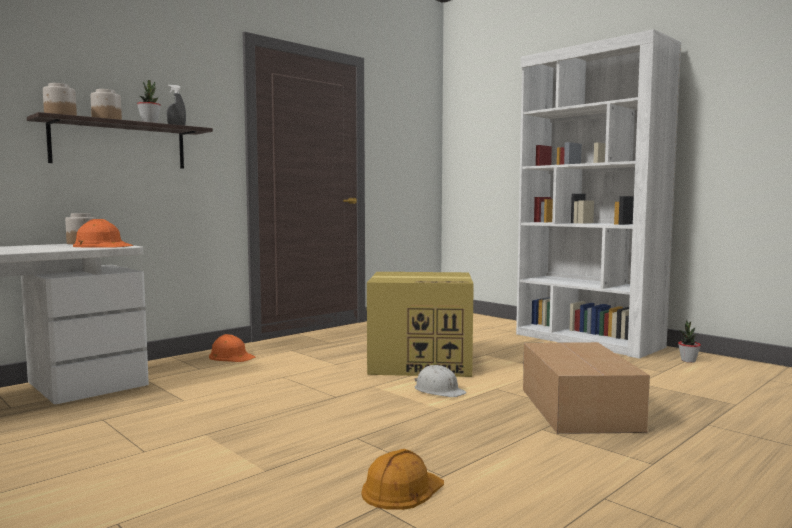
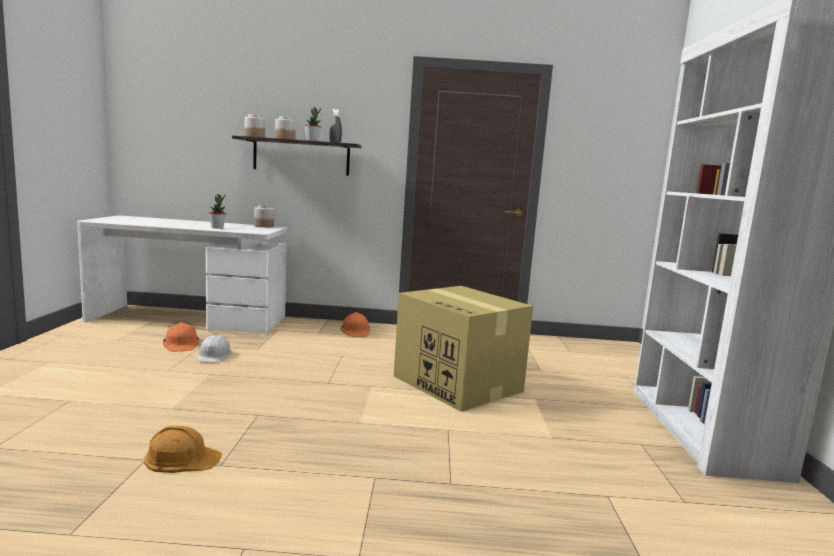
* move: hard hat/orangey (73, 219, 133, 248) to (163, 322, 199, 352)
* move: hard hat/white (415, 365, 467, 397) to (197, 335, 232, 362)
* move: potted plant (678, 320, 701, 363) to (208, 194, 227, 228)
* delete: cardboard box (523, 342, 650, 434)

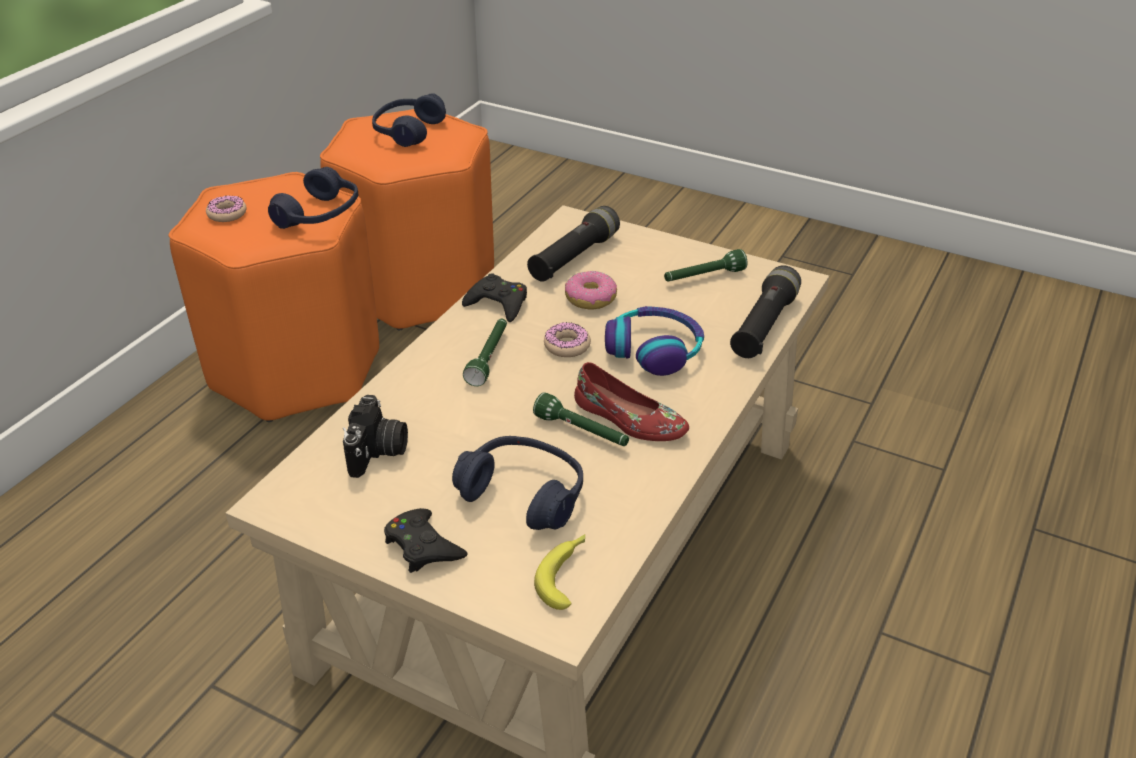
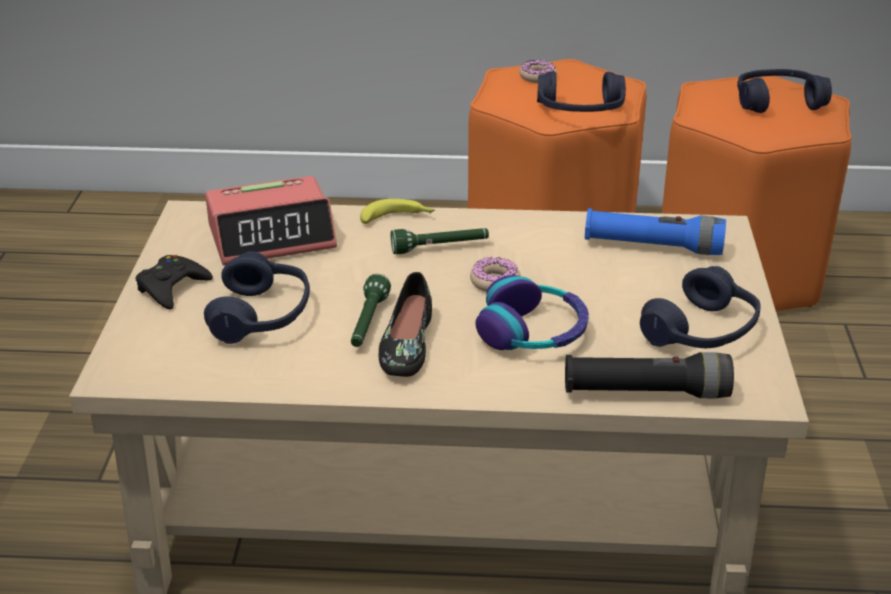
* replace: photo camera (343, 395, 408, 478) to table clock (205, 176, 337, 266)
* move: whole banana (534, 534, 585, 610) to (360, 199, 435, 224)
* recolor: low shoe/reddish (574, 362, 689, 441) to low shoe/blackish (379, 272, 432, 377)
* recolor: torch/blackish (527, 206, 620, 282) to torch/bluish (585, 208, 726, 255)
* replace: torch/green (664, 249, 747, 282) to pair of headphones/bluish (640, 266, 761, 348)
* delete: game controller/blackish (462, 273, 527, 322)
* delete: donut (565, 271, 617, 309)

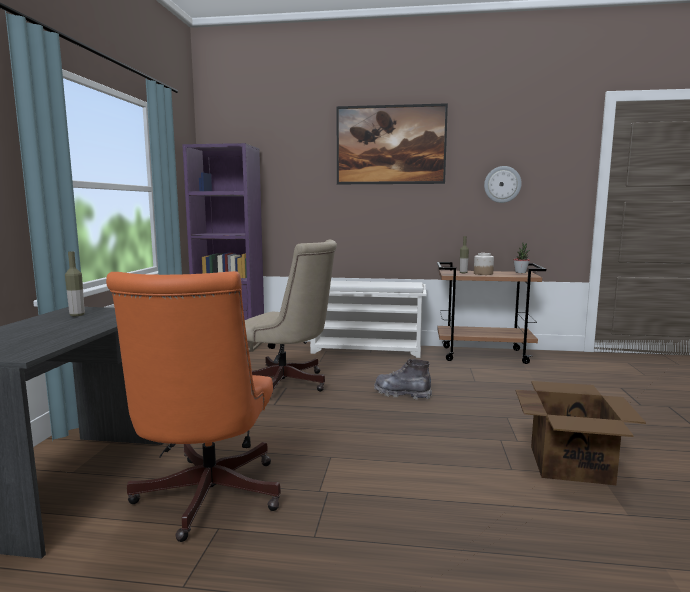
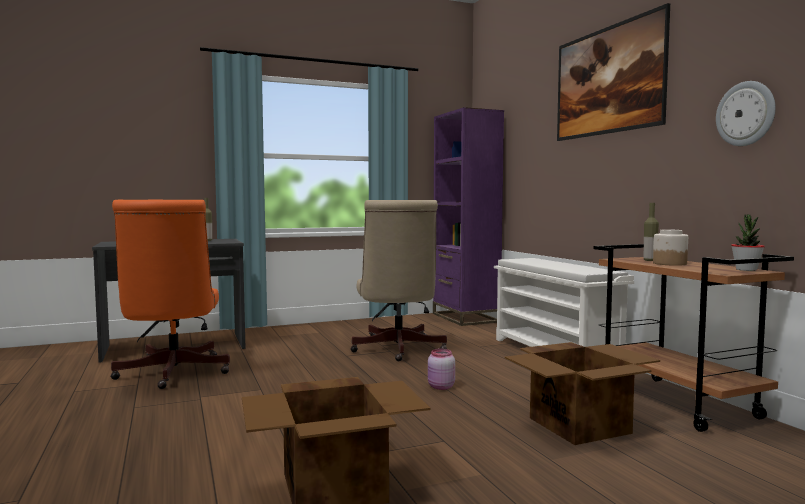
* rotate: office chair/orangey (106, 271, 281, 542) = (110, 200, 230, 389) 75 degrees counterclockwise
* replace: boot/gray (374, 359, 432, 400) to jar/pinkish (428, 348, 455, 390)
* insert: cardboard box (505, 342, 660, 445)

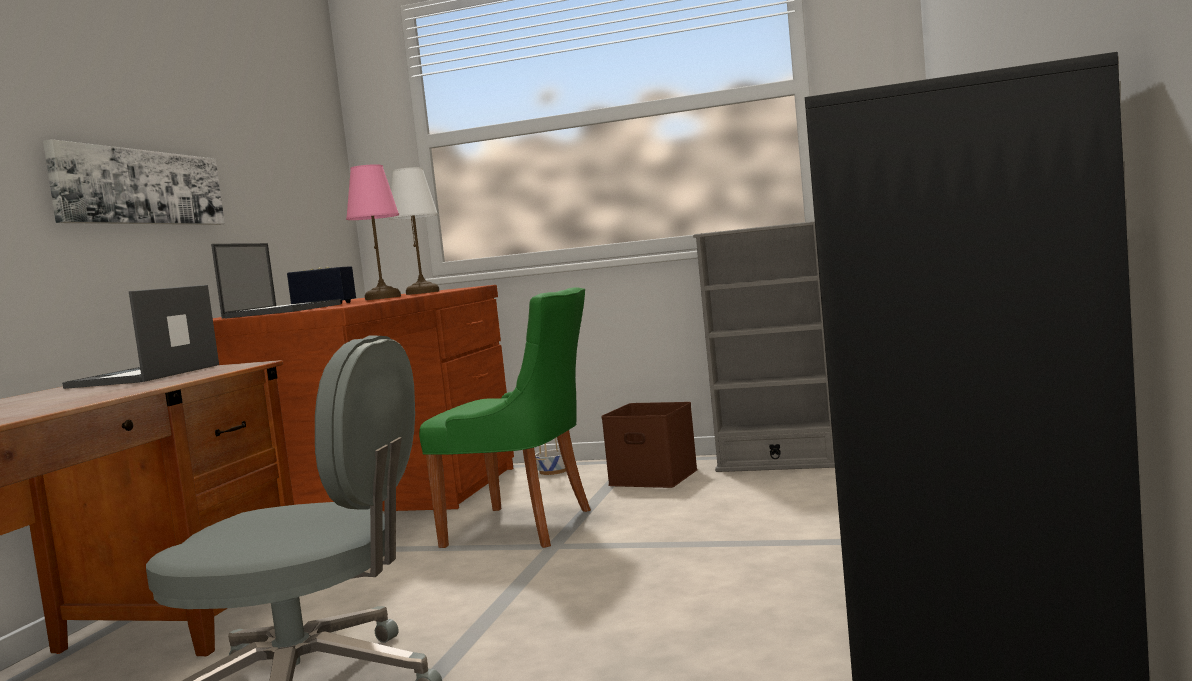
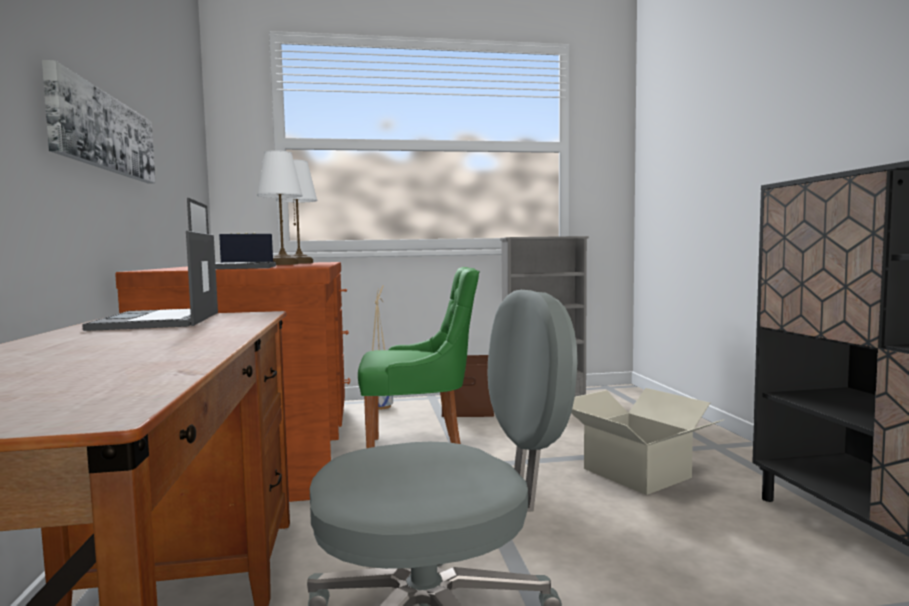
* recolor: lamp for a table/pinkish (346, 164, 401, 300) to lamp for a table/white (257, 150, 303, 265)
* insert: cardboard box (571, 388, 723, 495)

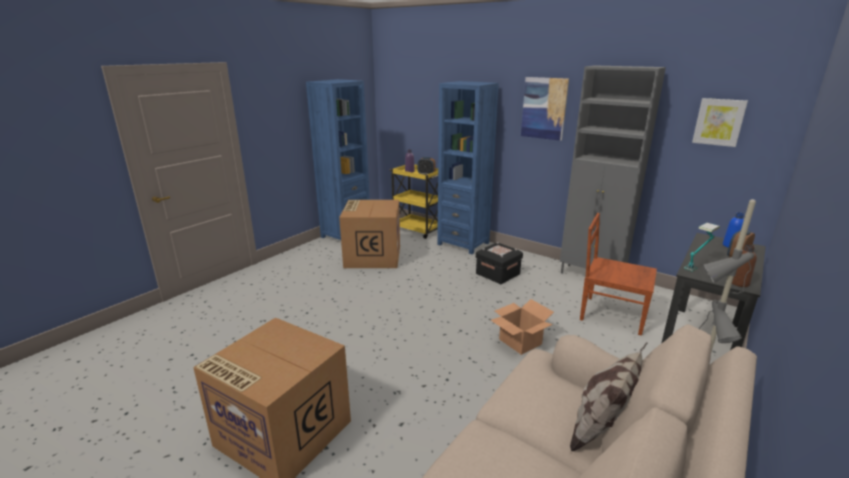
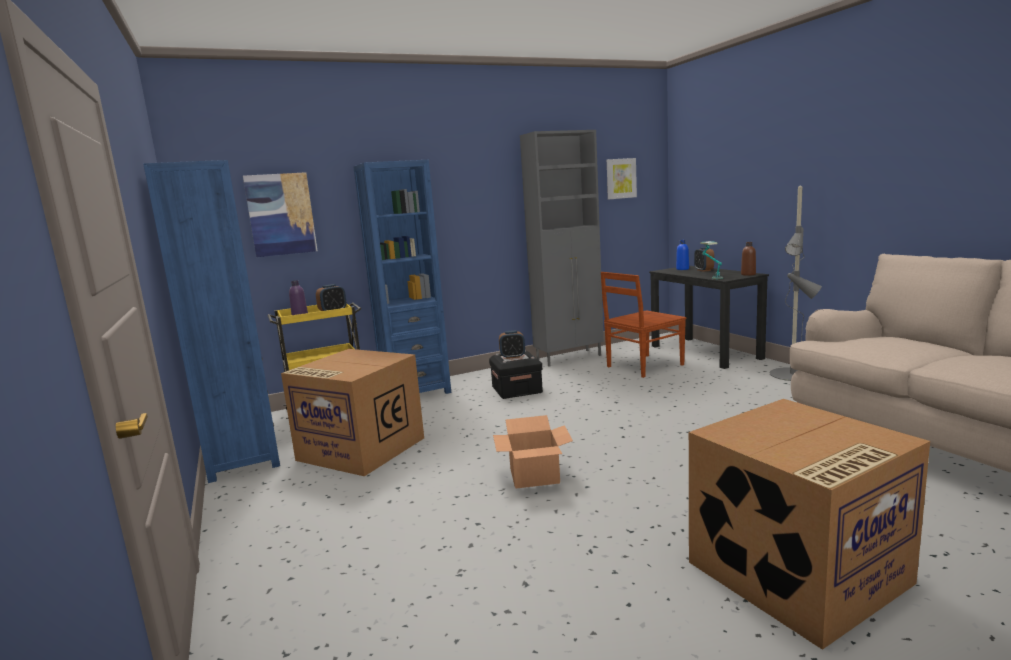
* move: picture (521, 77, 569, 141) to (243, 172, 317, 257)
* move: cardboard box (491, 299, 554, 355) to (493, 415, 573, 489)
* insert: table clock (499, 330, 525, 359)
* delete: throw pillow (570, 342, 648, 451)

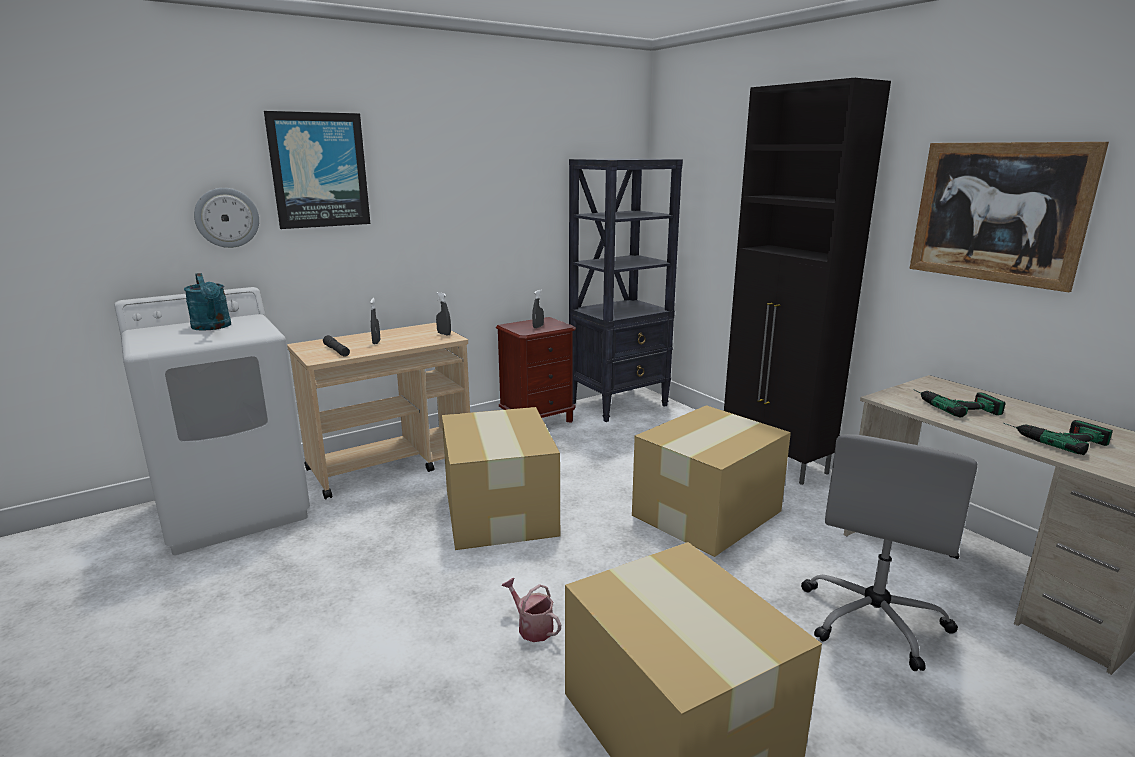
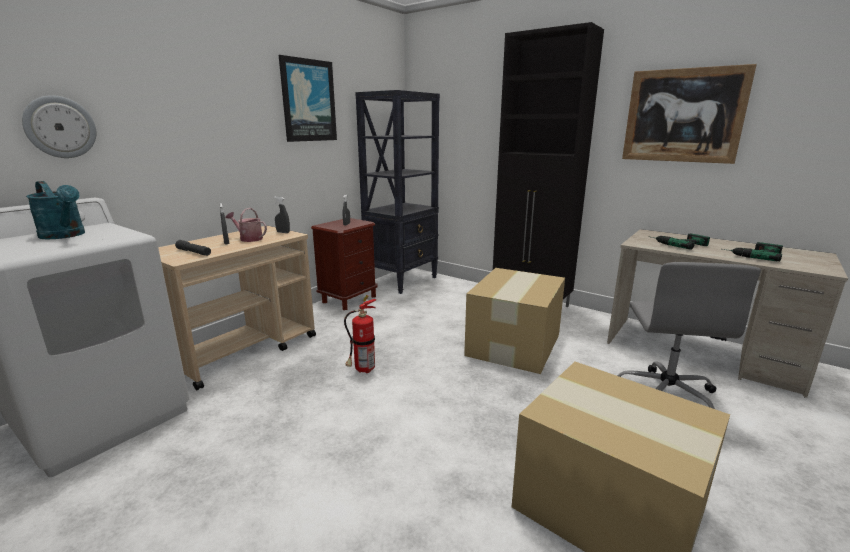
* move: sprinkling can (501, 578, 561, 642) to (226, 208, 267, 242)
* move: picture (264, 111, 370, 229) to (279, 55, 337, 142)
* replace: cardboard box (442, 407, 560, 550) to extinguisher (344, 295, 376, 373)

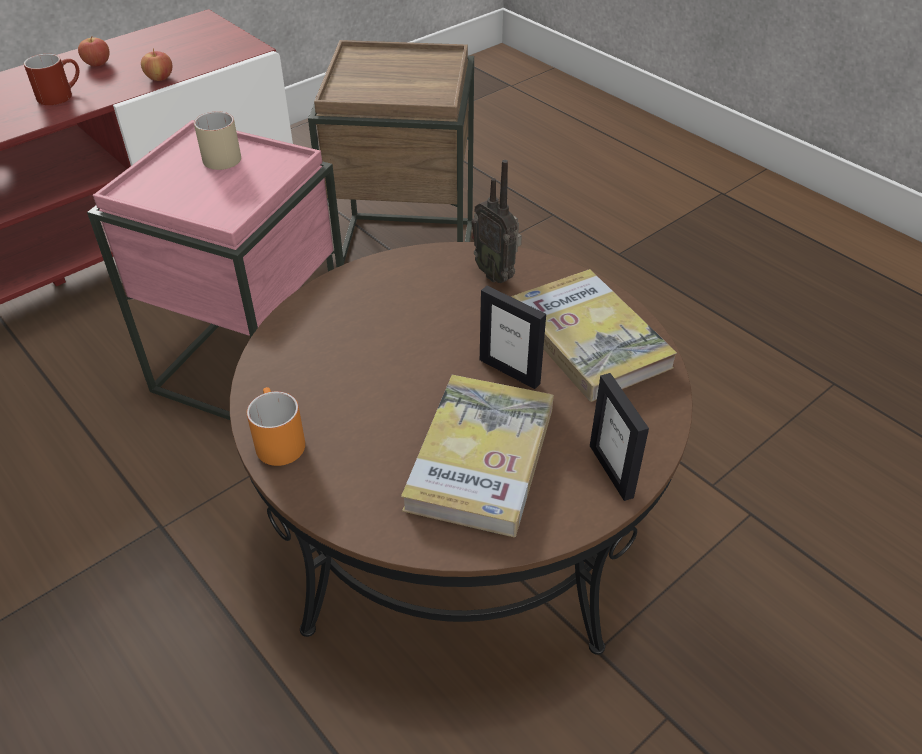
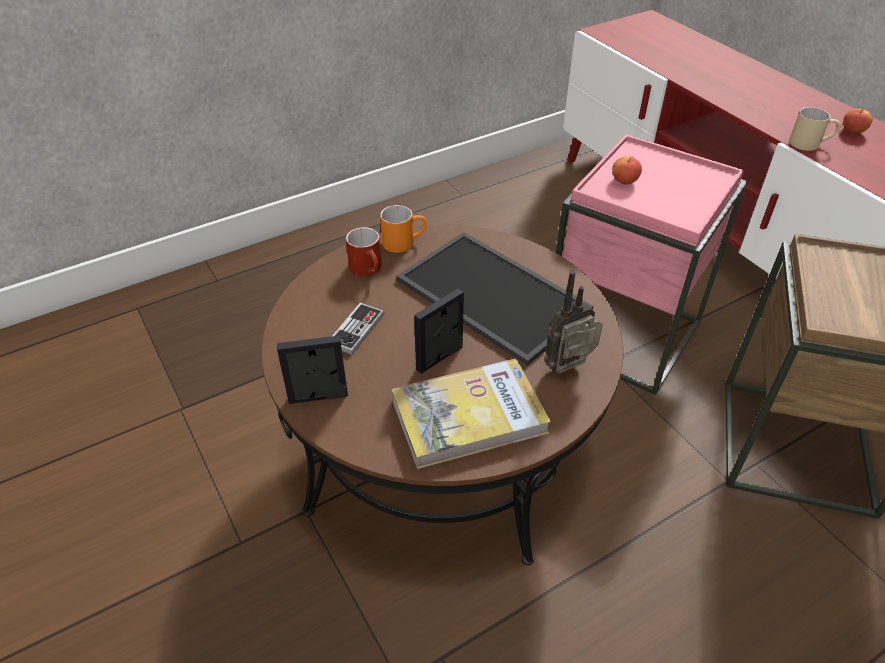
* replace: book (401, 375, 554, 537) to game controller (332, 303, 384, 355)
* move: coffee mug/reddish (24, 54, 79, 105) to (346, 227, 381, 277)
* insert: serving tray (397, 232, 594, 366)
* move: apple (141, 49, 172, 81) to (612, 156, 642, 184)
* move: coffee mug/beige (194, 111, 241, 170) to (789, 107, 841, 151)

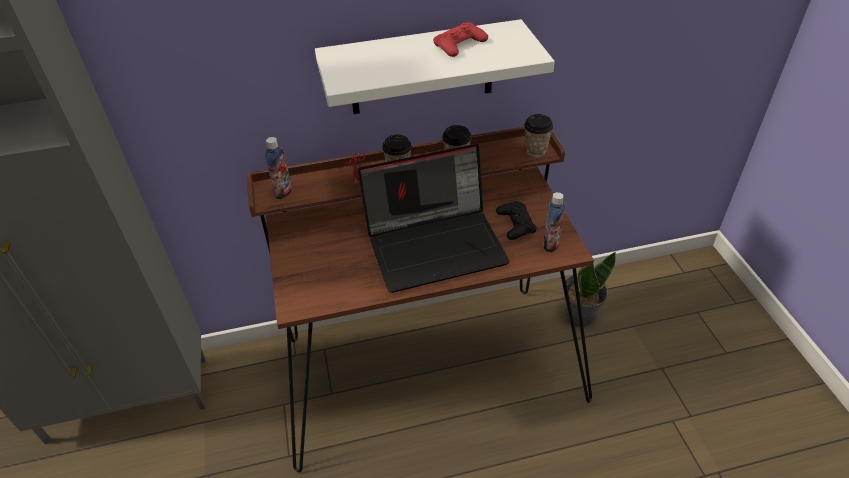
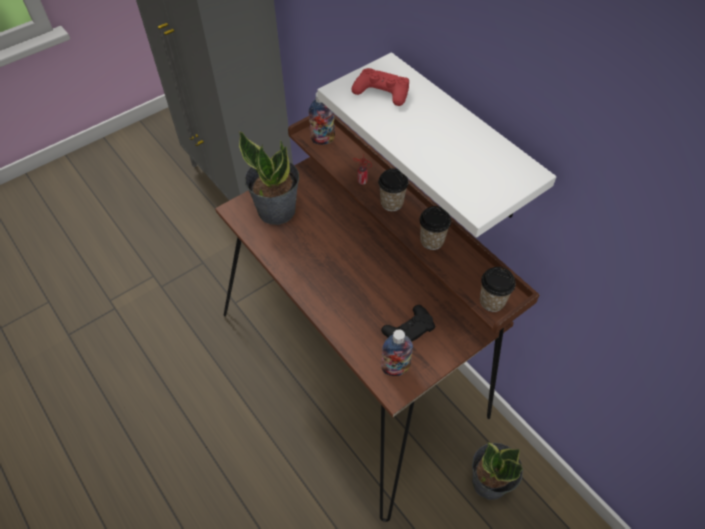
* insert: potted plant (239, 131, 299, 225)
* move: game controller/reddish (433, 22, 488, 57) to (352, 68, 409, 106)
* delete: laptop (358, 144, 510, 293)

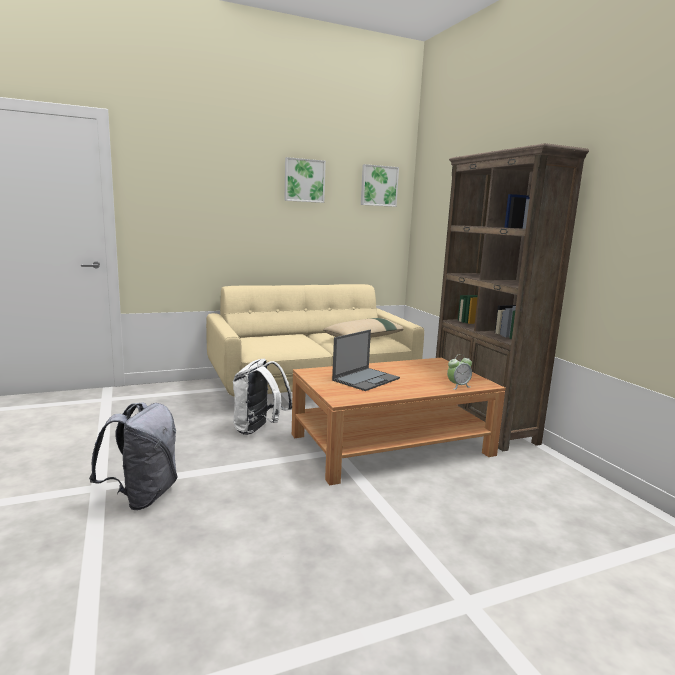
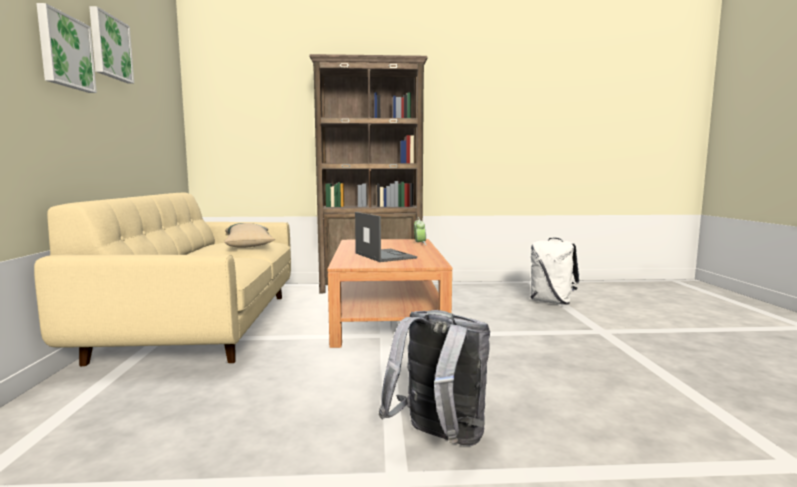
* move: picture (361, 164, 399, 207) to (36, 3, 97, 93)
* move: knapsack/white (233, 359, 292, 435) to (530, 237, 580, 305)

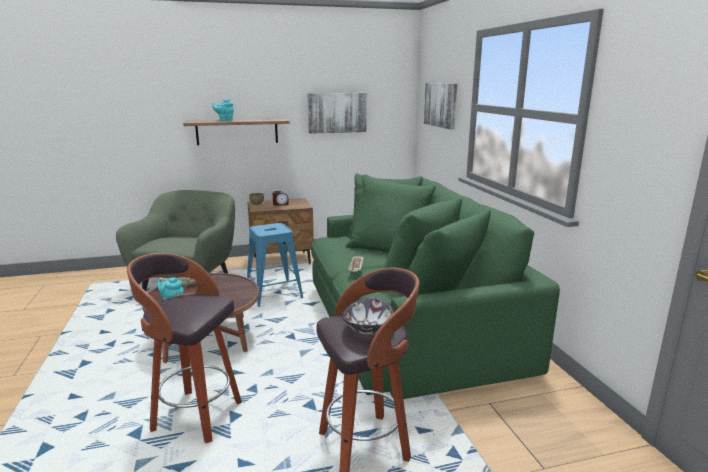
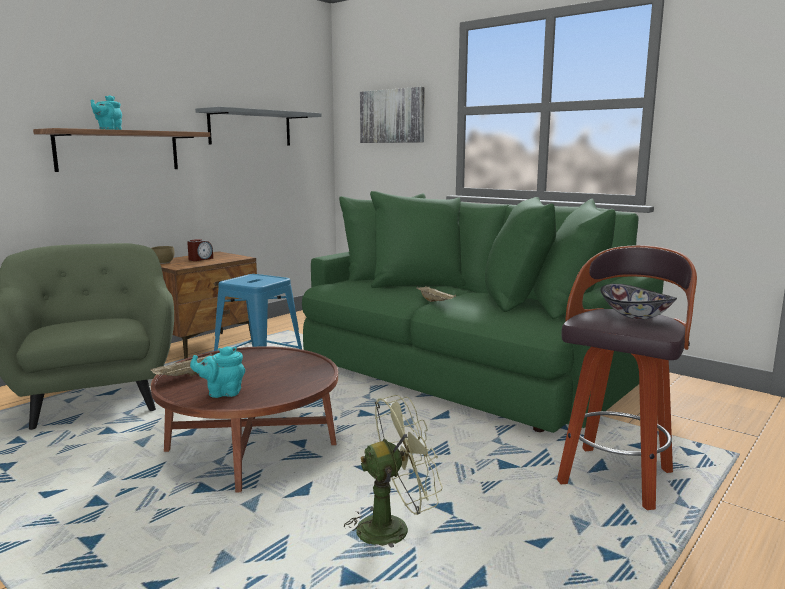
* replace: picture (308, 93, 367, 134) to bracket shelf/gray (195, 107, 322, 145)
* replace: stool (127, 253, 242, 443) to fan/green (344, 395, 443, 548)

